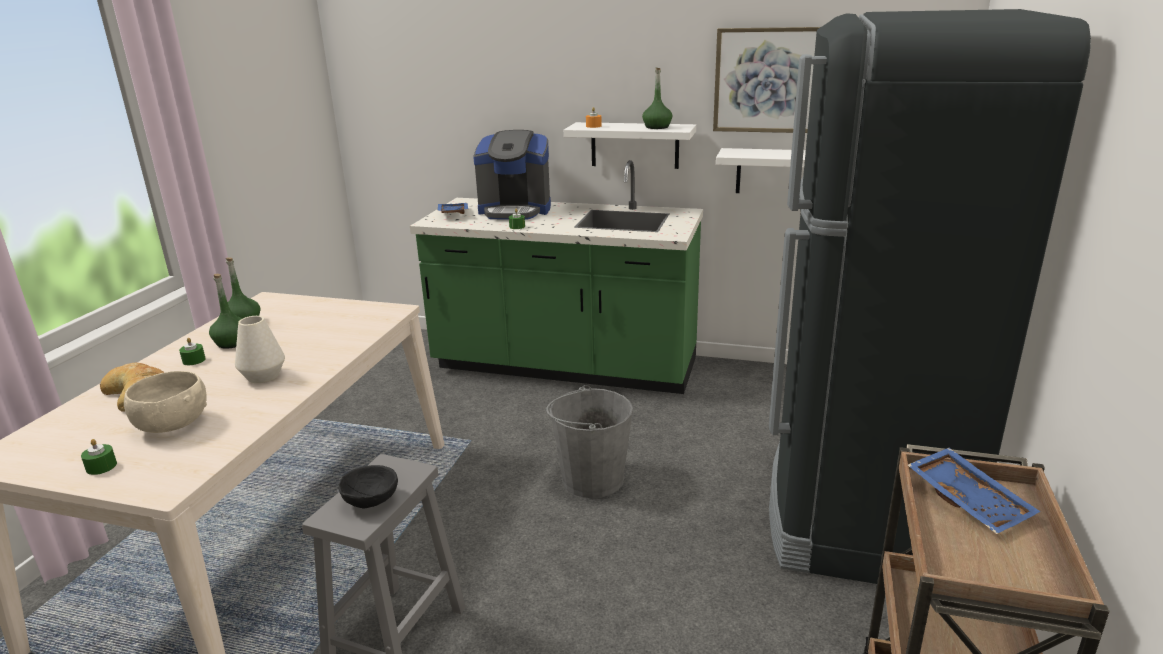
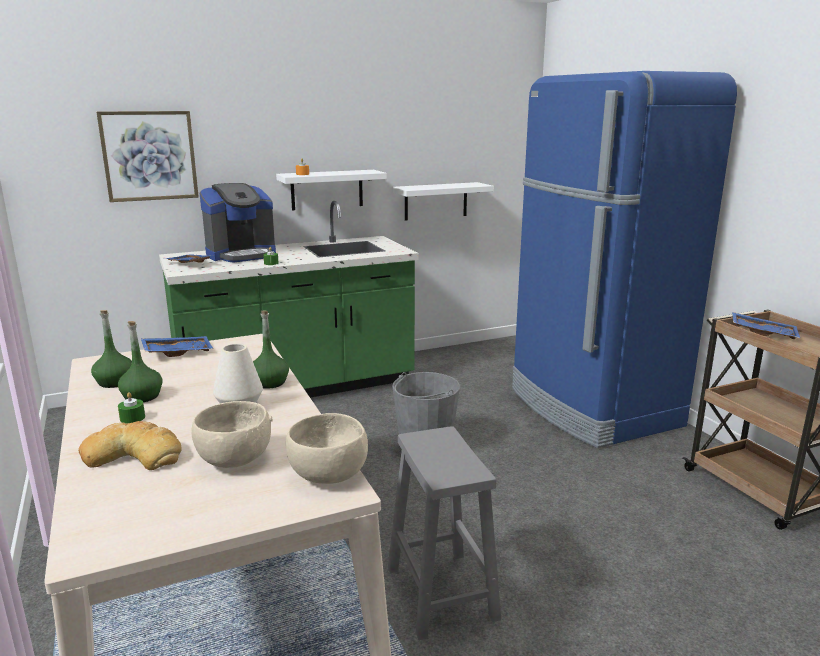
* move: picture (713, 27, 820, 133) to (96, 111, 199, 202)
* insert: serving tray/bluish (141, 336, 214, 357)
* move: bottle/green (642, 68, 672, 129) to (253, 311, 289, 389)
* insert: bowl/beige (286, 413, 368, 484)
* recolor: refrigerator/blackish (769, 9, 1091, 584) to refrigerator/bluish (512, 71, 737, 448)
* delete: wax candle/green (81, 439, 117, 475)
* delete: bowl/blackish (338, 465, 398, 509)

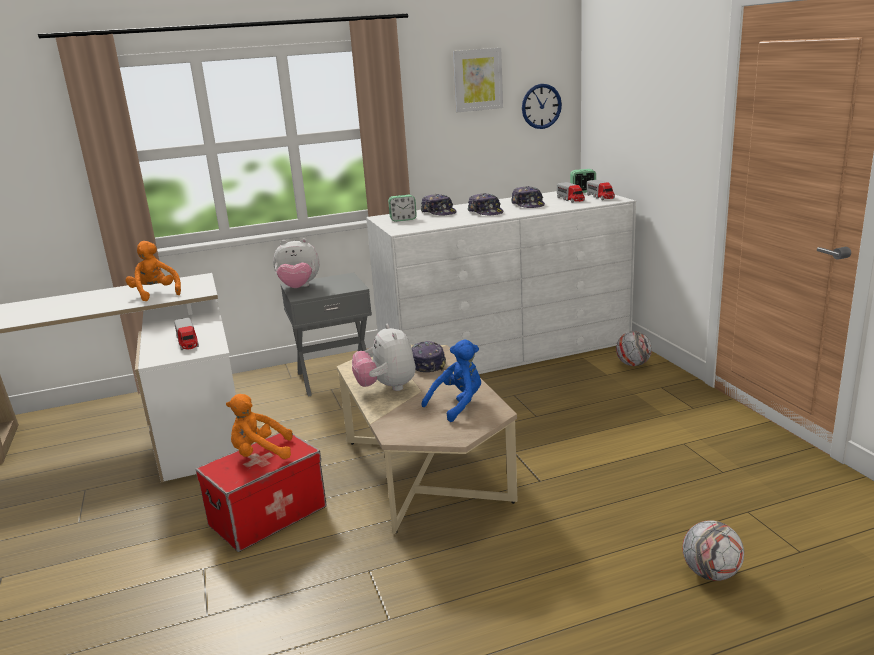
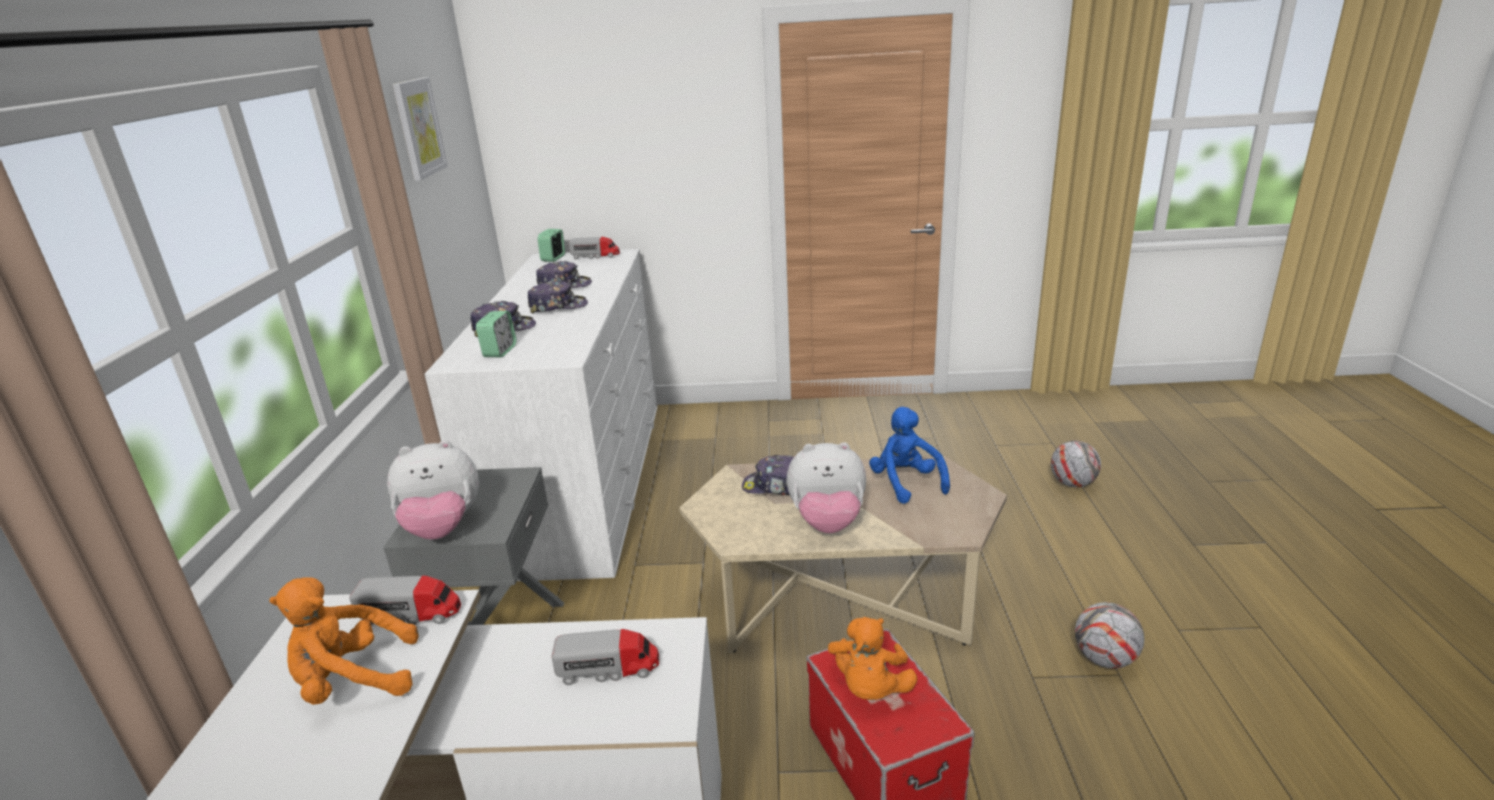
* move: toy lorry (557, 182, 585, 203) to (349, 575, 461, 626)
* rotate: cuddly toy (273, 238, 320, 288) = (387, 440, 479, 539) 60 degrees clockwise
* move: football ball (616, 331, 652, 366) to (1075, 602, 1144, 668)
* delete: clock on the wall (522, 84, 562, 129)

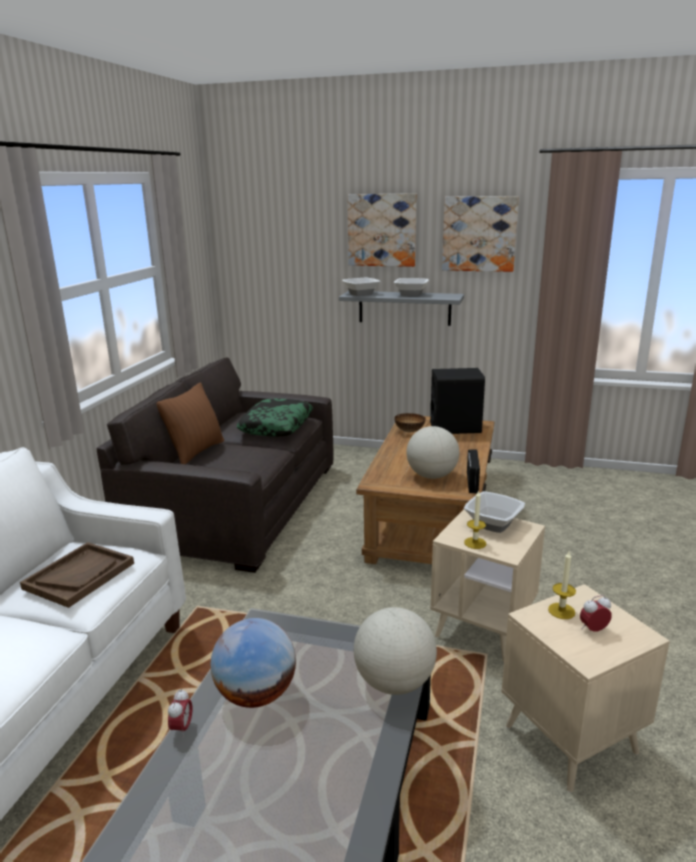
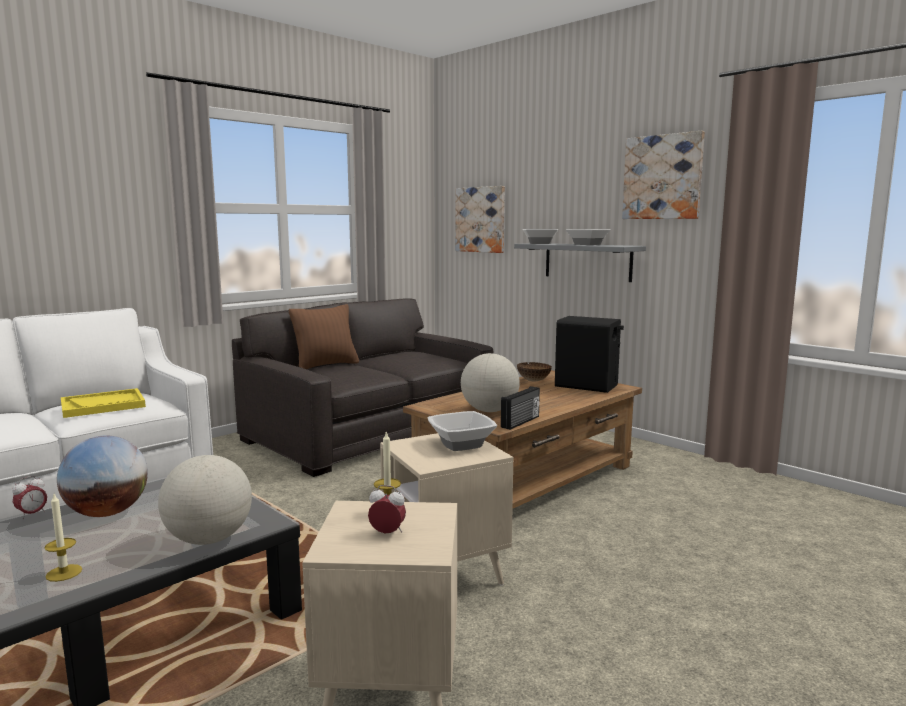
* move: wax candle (464, 490, 486, 549) to (44, 494, 82, 582)
* recolor: serving tray/brownish (20, 542, 134, 608) to serving tray/yellow-coloured (61, 388, 146, 418)
* move: picture (347, 193, 417, 267) to (455, 186, 505, 253)
* delete: throw pillow (236, 398, 313, 437)

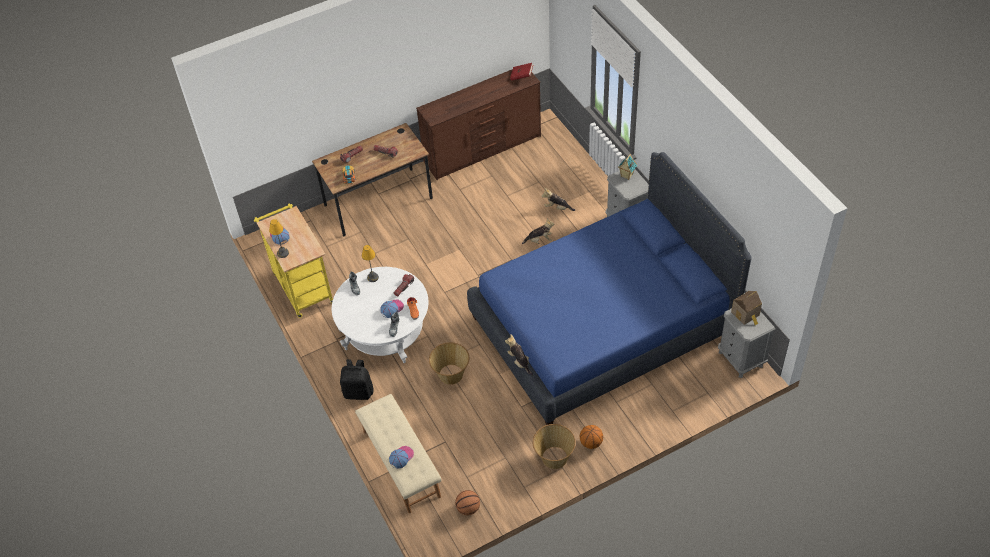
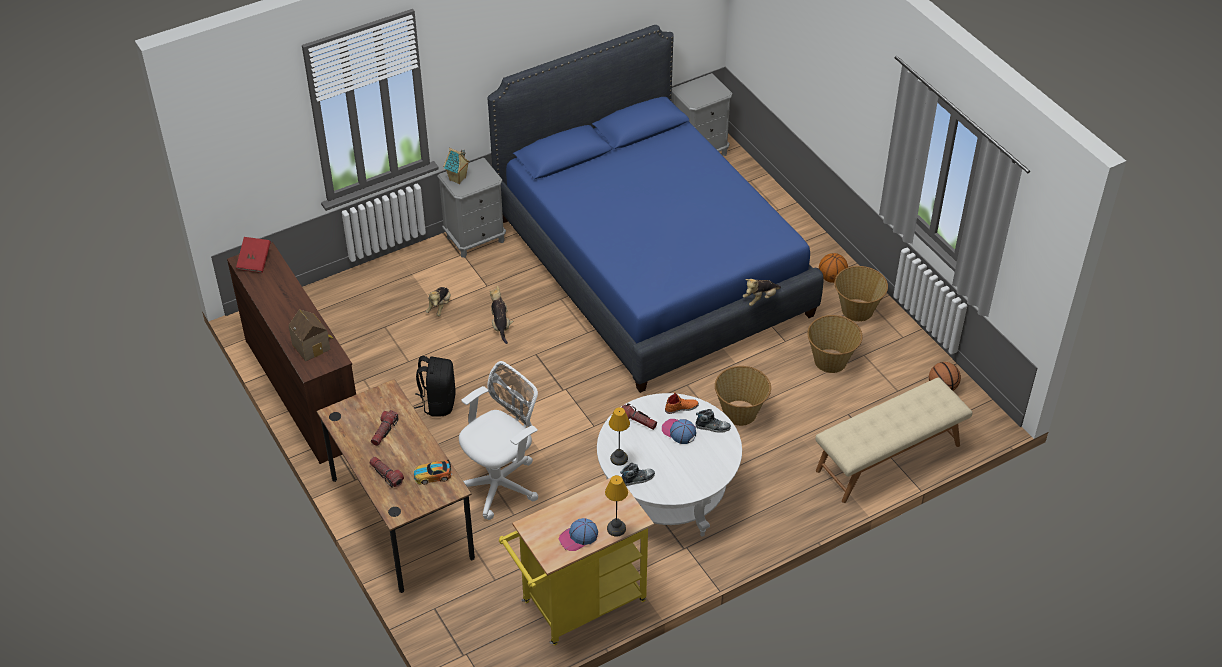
* move: model house (731, 291, 762, 325) to (288, 309, 334, 361)
* move: knapsack/blackish (340, 359, 374, 400) to (414, 356, 456, 417)
* insert: office chair/white (459, 361, 538, 520)
* insert: basket (807, 315, 862, 373)
* delete: cap (389, 446, 414, 469)

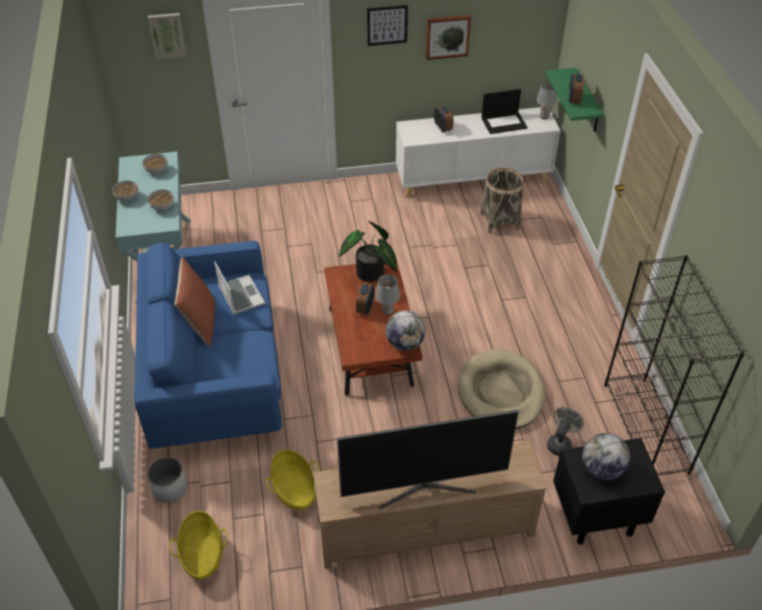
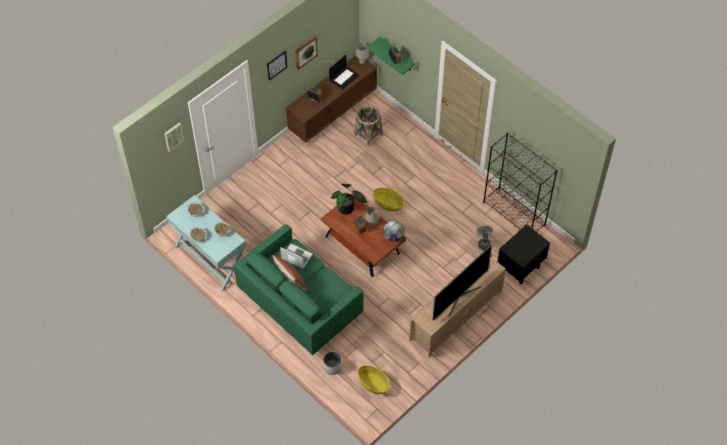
* recolor: sofa/bluish (134, 241, 282, 449) to sofa/green (234, 224, 364, 355)
* recolor: storage cabinet/white (396, 107, 560, 197) to storage cabinet/brownish (286, 55, 377, 146)
* move: basket (265, 450, 320, 510) to (373, 186, 404, 212)
* delete: dog bed/beige (458, 349, 545, 429)
* delete: desk globe (582, 433, 630, 480)

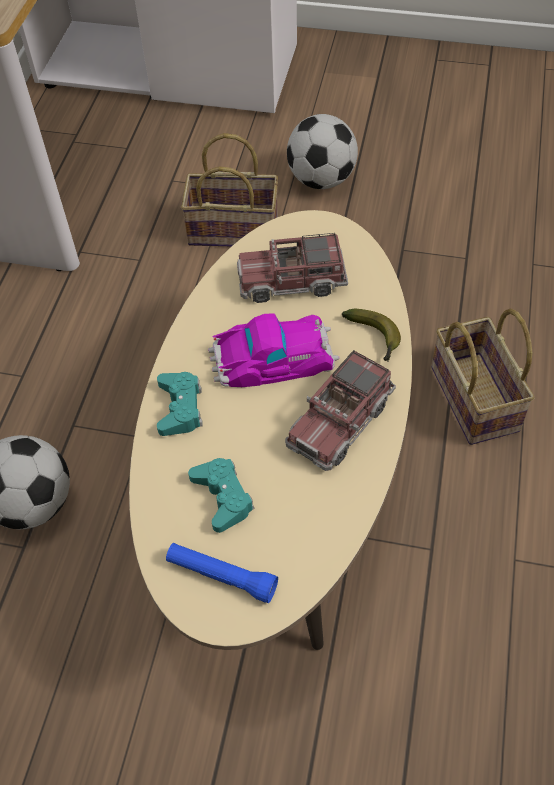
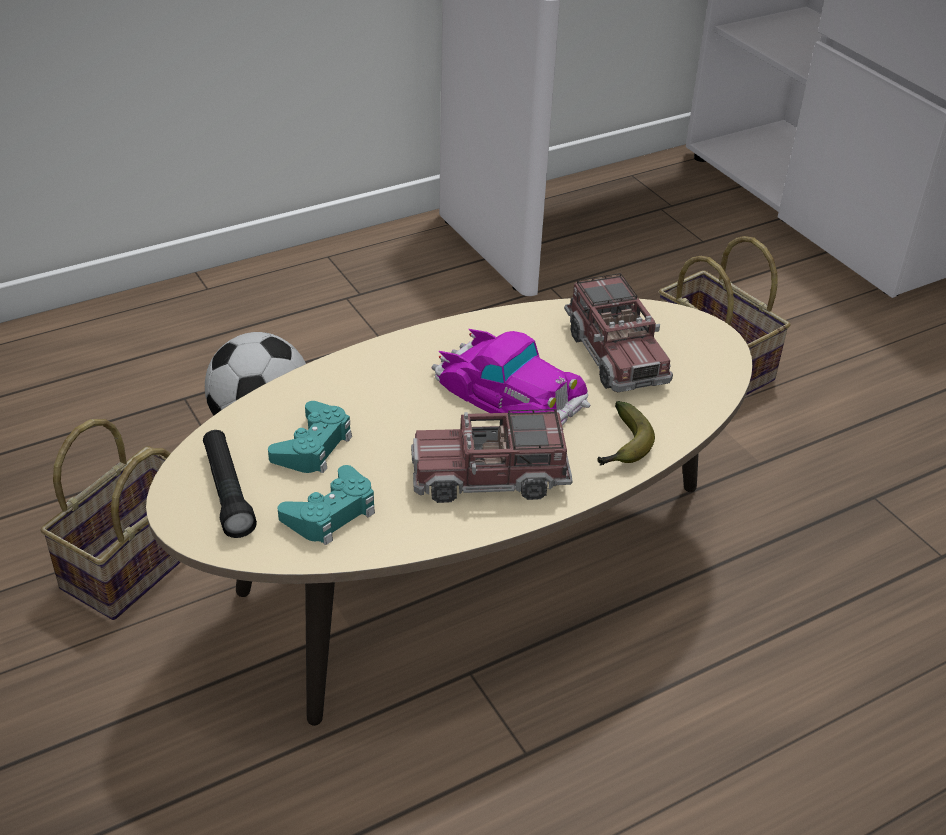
* move: basket (431, 308, 535, 445) to (40, 419, 181, 620)
* recolor: torch/bluish (166, 543, 278, 603) to torch/blackish (203, 430, 257, 538)
* move: game controller/turquoise-coloured (157, 372, 203, 436) to (278, 465, 375, 545)
* rotate: toy lorry (237, 233, 348, 303) = (564, 273, 673, 392) 150 degrees counterclockwise
* delete: football ball (287, 114, 358, 189)

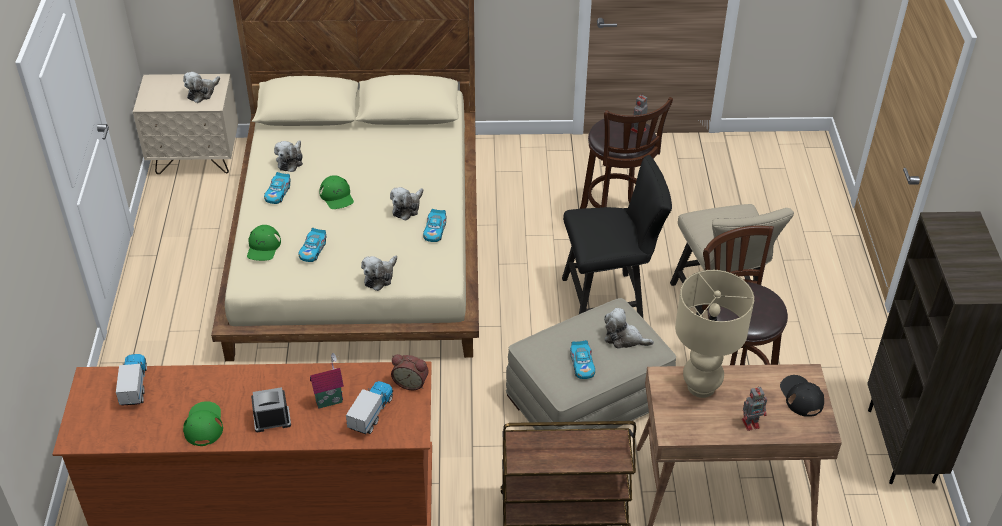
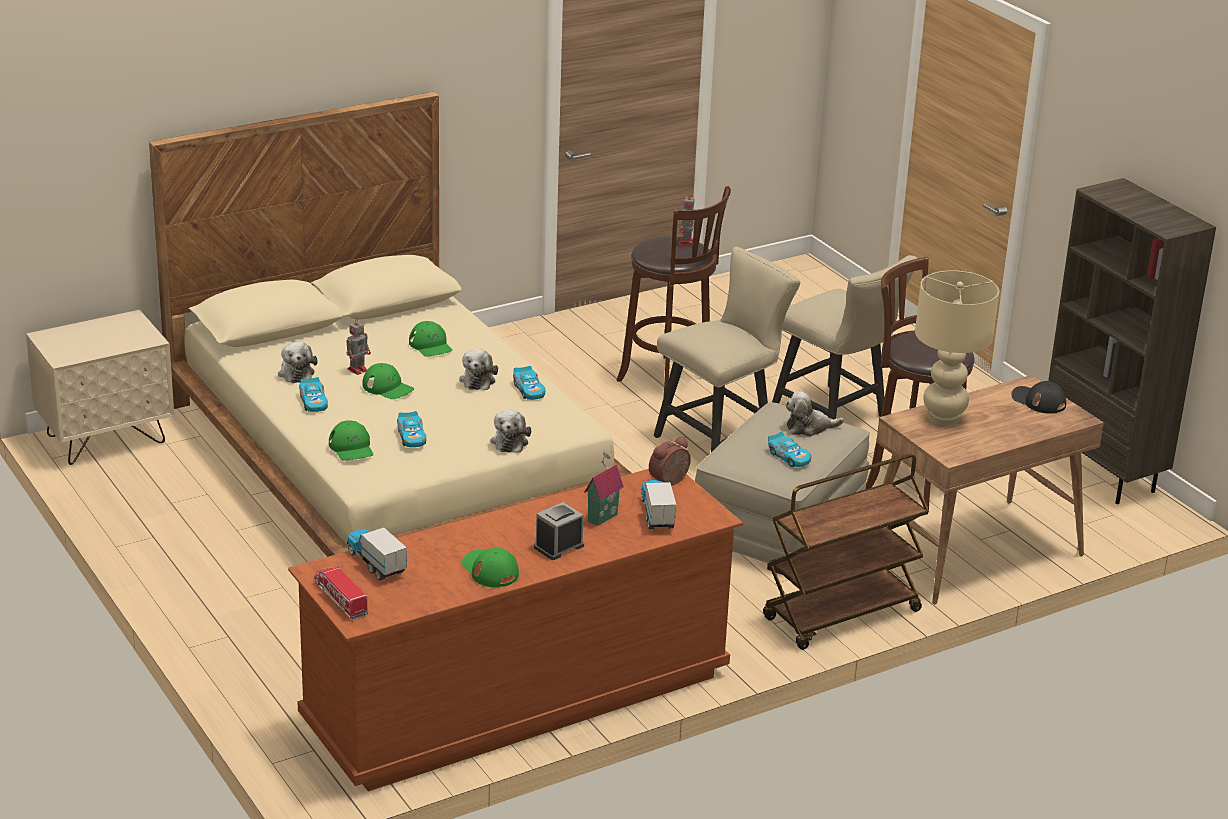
* insert: toy lorry (314, 566, 368, 619)
* move: robot figure (742, 386, 767, 431) to (346, 318, 371, 375)
* insert: cap/green (409, 321, 453, 357)
* rotate: table clock (391, 354, 429, 390) = (649, 436, 691, 485) 150 degrees clockwise
* recolor: plain chair/blackish (562, 155, 672, 318) to plain chair/beige (654, 247, 800, 452)
* delete: cuddly toy (183, 72, 220, 103)

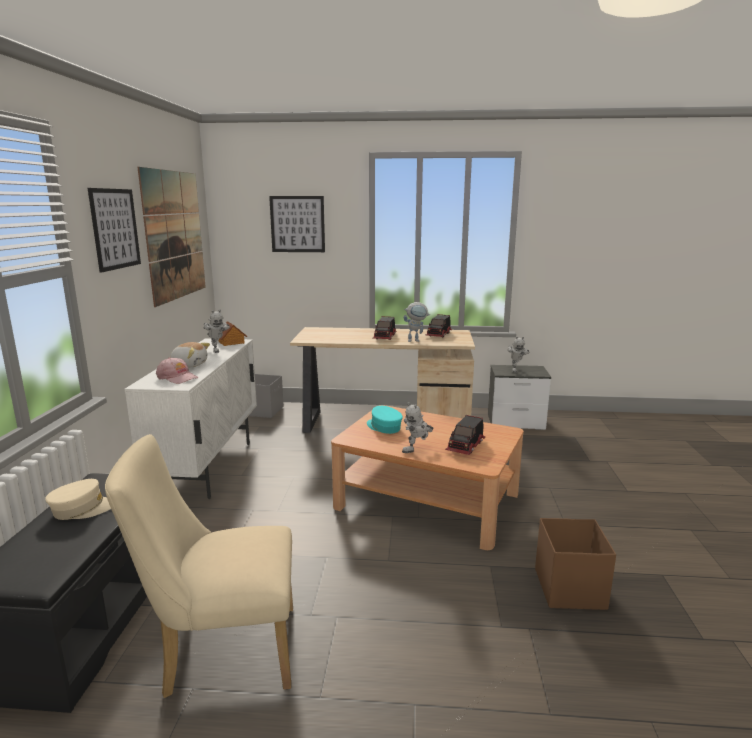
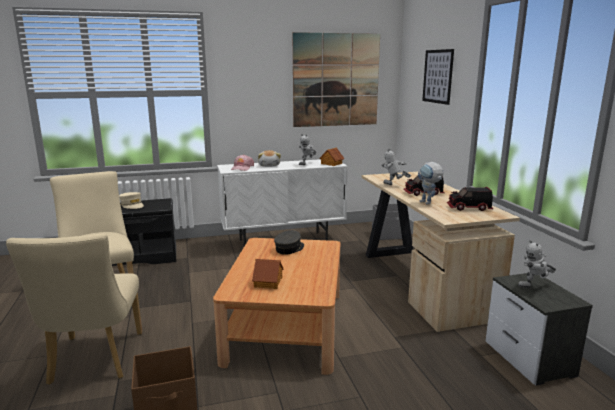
* insert: plain chair/beige (6, 233, 142, 385)
* replace: toy lorry (445, 415, 485, 455) to model house (252, 259, 284, 289)
* recolor: cap/turquoise-coloured (367, 406, 403, 434) to cap/gray (274, 230, 304, 255)
* move: robot figure (402, 402, 433, 453) to (381, 148, 411, 185)
* delete: picture (88, 188, 141, 273)

